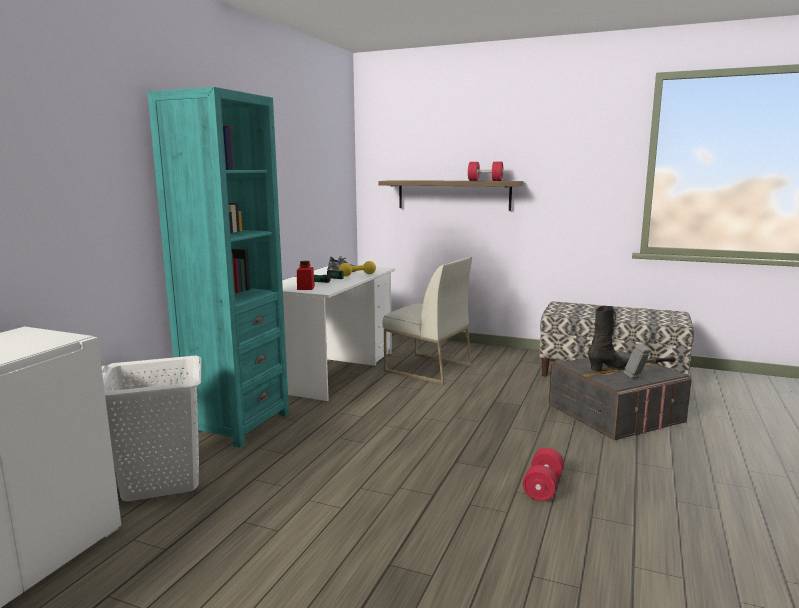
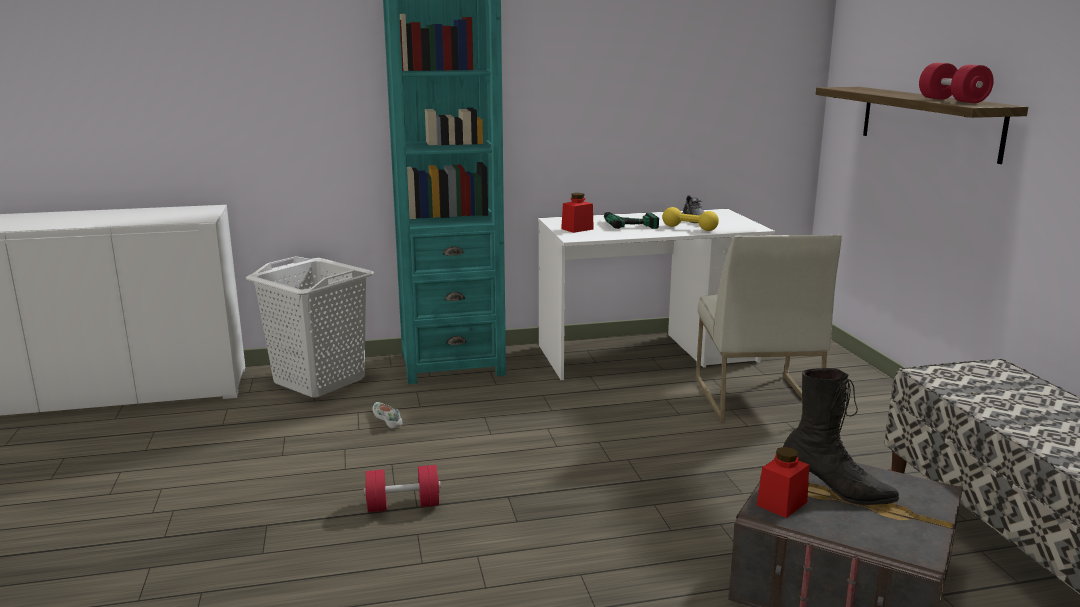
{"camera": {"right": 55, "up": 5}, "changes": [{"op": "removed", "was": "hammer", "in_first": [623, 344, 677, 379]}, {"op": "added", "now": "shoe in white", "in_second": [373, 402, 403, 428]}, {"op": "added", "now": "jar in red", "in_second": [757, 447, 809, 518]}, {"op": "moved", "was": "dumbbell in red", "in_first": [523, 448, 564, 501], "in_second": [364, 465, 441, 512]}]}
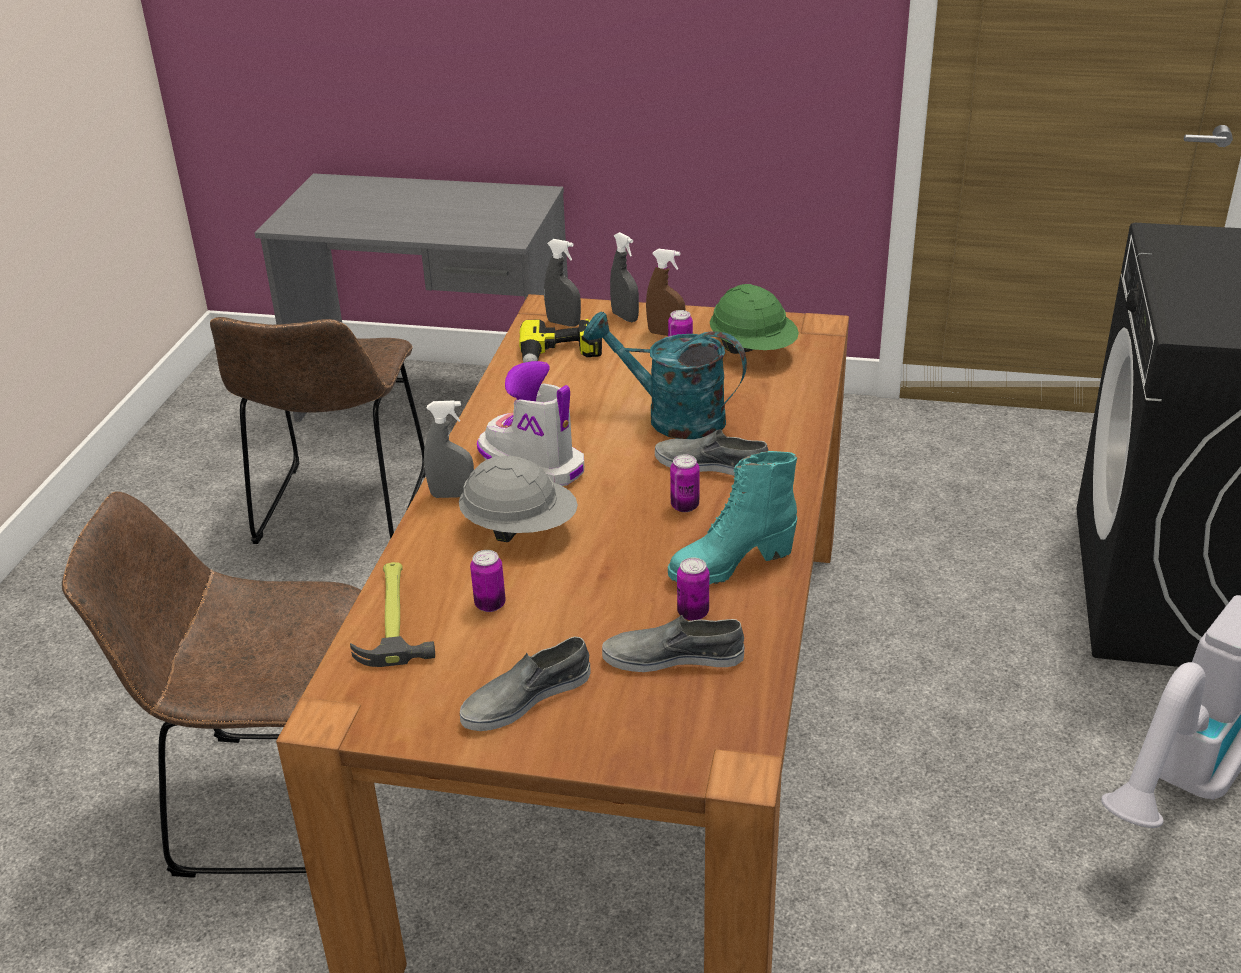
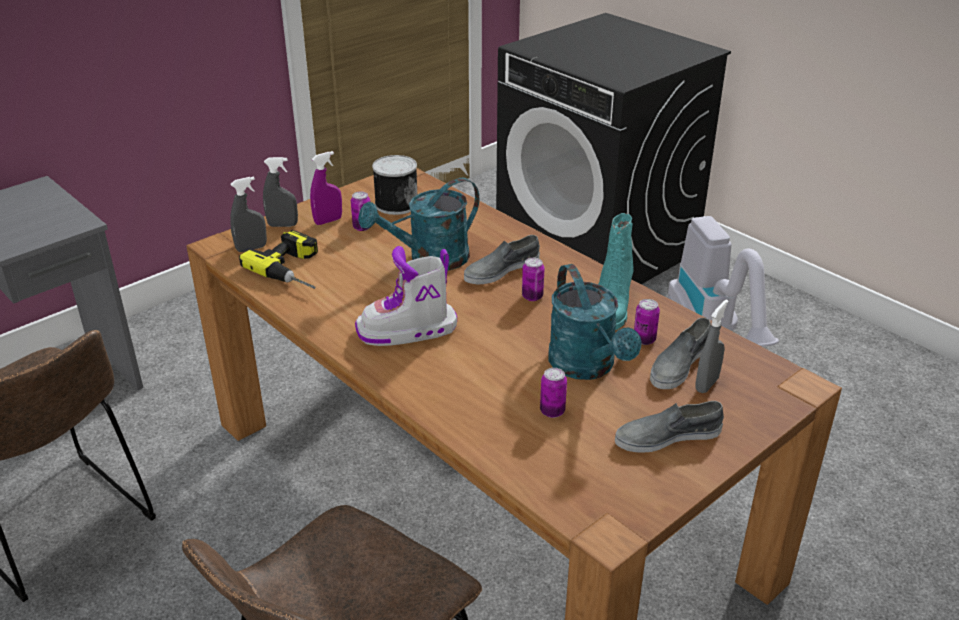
{"camera": {"right": -55, "up": 0}, "changes": [{"op": "removed", "was": "hammer", "in_first": [350, 562, 435, 667]}, {"op": "removed", "was": "hard hat in grey", "in_first": [459, 456, 578, 542]}, {"op": "added", "now": "watering can in turquoise", "in_second": [548, 264, 641, 380]}, {"op": "moved", "was": "spray bottle in grey", "in_first": [424, 400, 474, 498], "in_second": [696, 300, 729, 393]}, {"op": "replaced", "was": "hard hat in green", "now": "can", "in_first": [710, 284, 799, 354], "in_second": [372, 155, 417, 215]}, {"op": "recoloured", "was": "spray bottle in brown", "now": "spray bottle in purple", "in_first": [646, 249, 685, 336], "in_second": [310, 151, 342, 225]}, {"op": "turned", "was": "shoe in grey", "in_first": [460, 636, 591, 731], "in_second": [615, 401, 724, 453], "clockwise": 75}]}
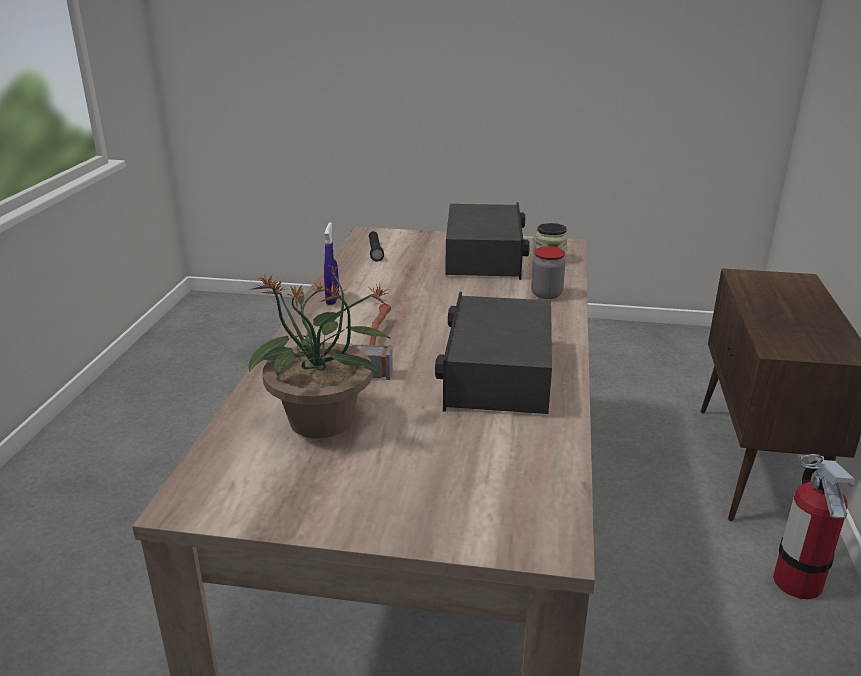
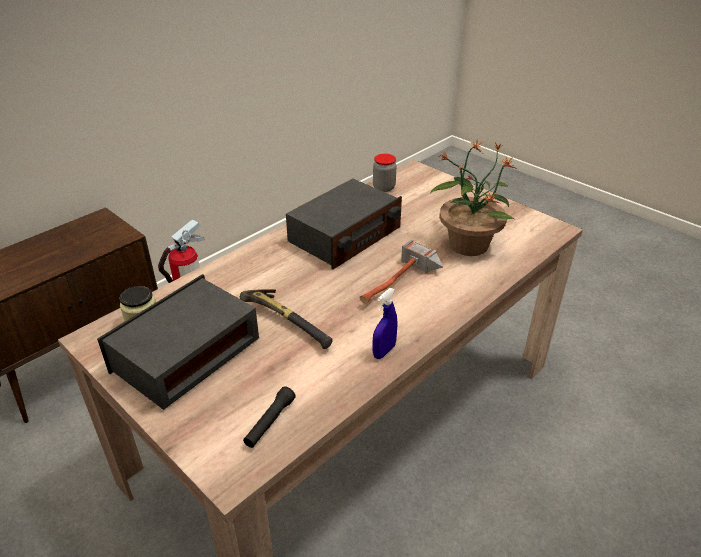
{"camera": {"right": -145, "up": 10}, "changes": [{"op": "added", "now": "hammer", "in_second": [240, 289, 333, 349]}, {"op": "moved", "was": "jar", "in_first": [531, 246, 566, 299], "in_second": [373, 154, 397, 192]}]}
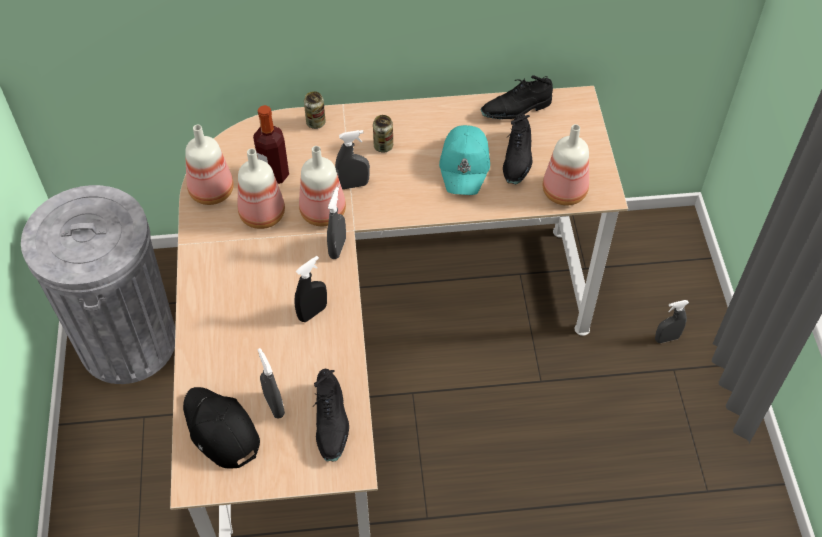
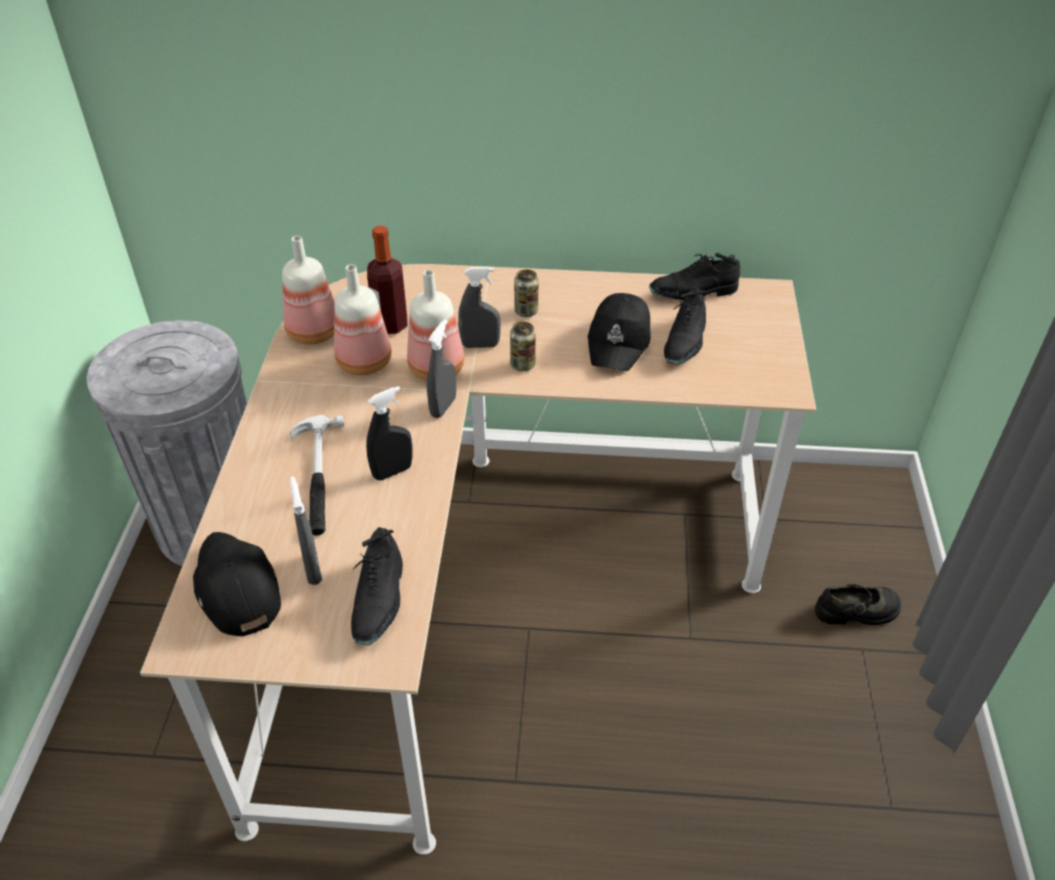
{"camera": {"right": 10, "up": -10}, "changes": [{"op": "removed", "was": "bottle", "in_first": [543, 124, 589, 205]}, {"op": "added", "now": "hammer", "in_second": [290, 415, 344, 536]}, {"op": "moved", "was": "can", "in_first": [304, 91, 326, 129], "in_second": [510, 322, 536, 371]}, {"op": "replaced", "was": "spray bottle in grey", "now": "shoe in black", "in_first": [655, 300, 689, 343], "in_second": [815, 584, 901, 625]}, {"op": "recoloured", "was": "cap in turquoise", "now": "cap in black", "in_first": [439, 125, 490, 195], "in_second": [587, 293, 651, 371]}]}
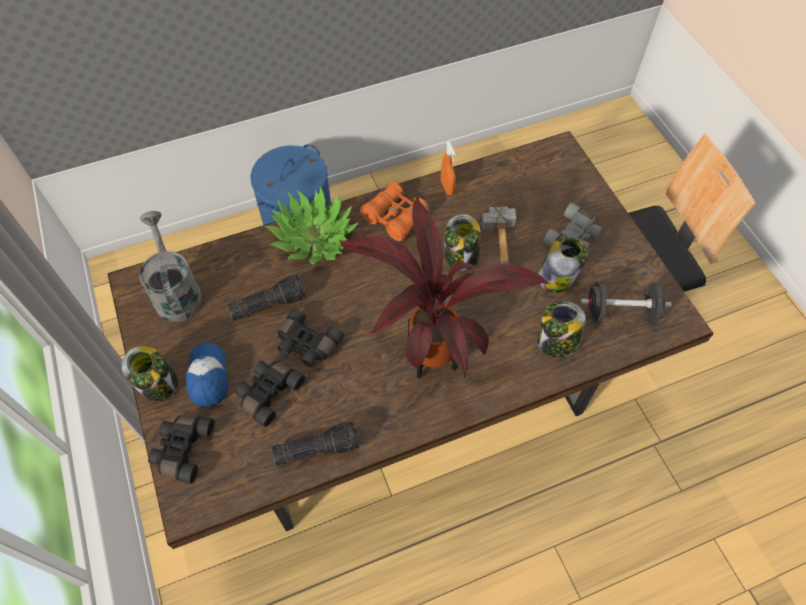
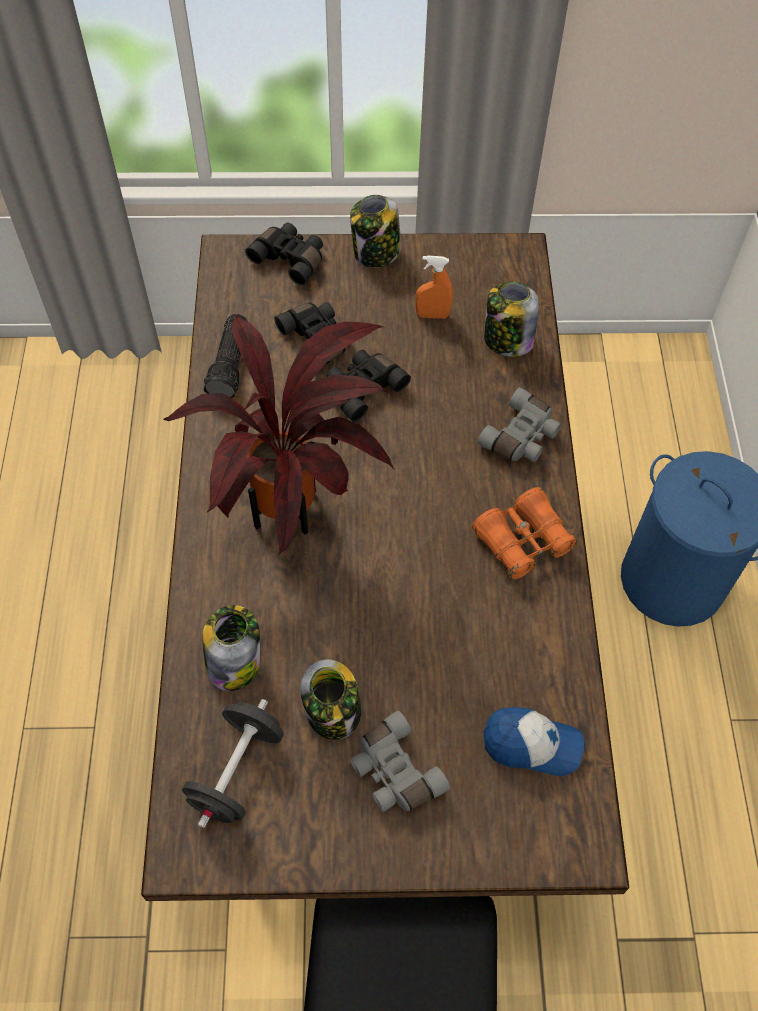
{"camera": {"right": 110, "up": 0}, "changes": [{"op": "removed", "was": "watering can in grey", "in_first": [139, 211, 202, 322]}, {"op": "removed", "was": "flashlight", "in_first": [228, 275, 306, 320]}, {"op": "removed", "was": "hammer", "in_first": [482, 206, 516, 265]}, {"op": "moved", "was": "cap", "in_first": [186, 343, 228, 407], "in_second": [484, 707, 584, 776]}, {"op": "moved", "was": "spray bottle in orange", "in_first": [441, 142, 456, 195], "in_second": [415, 256, 453, 319]}, {"op": "moved", "was": "jar", "in_first": [445, 214, 480, 271], "in_second": [484, 282, 539, 357]}, {"op": "replaced", "was": "potted plant", "now": "binoculars in grey", "in_first": [265, 187, 358, 265], "in_second": [478, 387, 561, 462]}]}
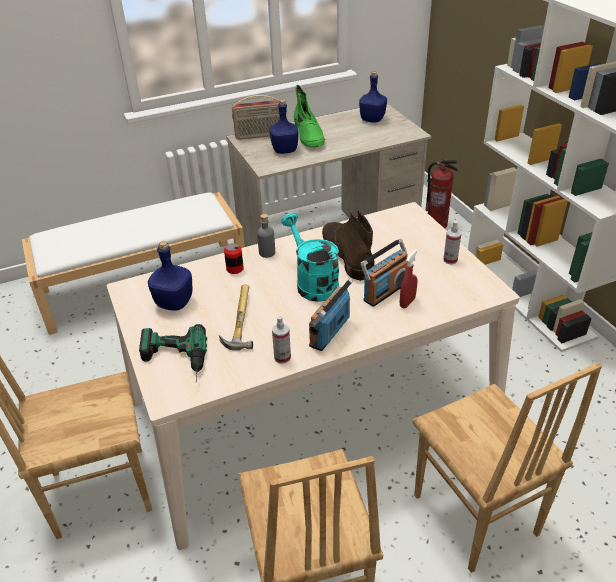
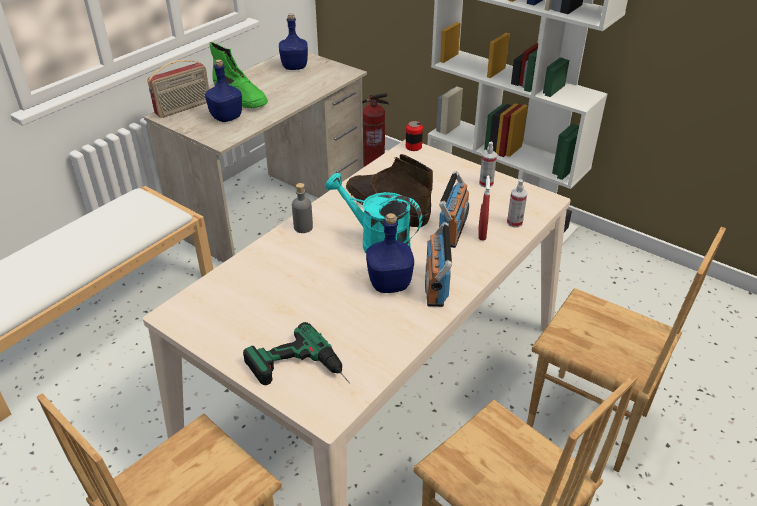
{"camera": {"right": -30, "up": 0}, "changes": [{"op": "removed", "was": "hammer", "in_first": [219, 284, 253, 351]}, {"op": "moved", "was": "bottle in blue", "in_first": [148, 241, 192, 310], "in_second": [366, 213, 414, 293]}, {"op": "moved", "was": "can", "in_first": [224, 243, 244, 274], "in_second": [406, 121, 423, 151]}, {"op": "moved", "was": "spray bottle", "in_first": [272, 316, 291, 364], "in_second": [507, 179, 528, 227]}]}
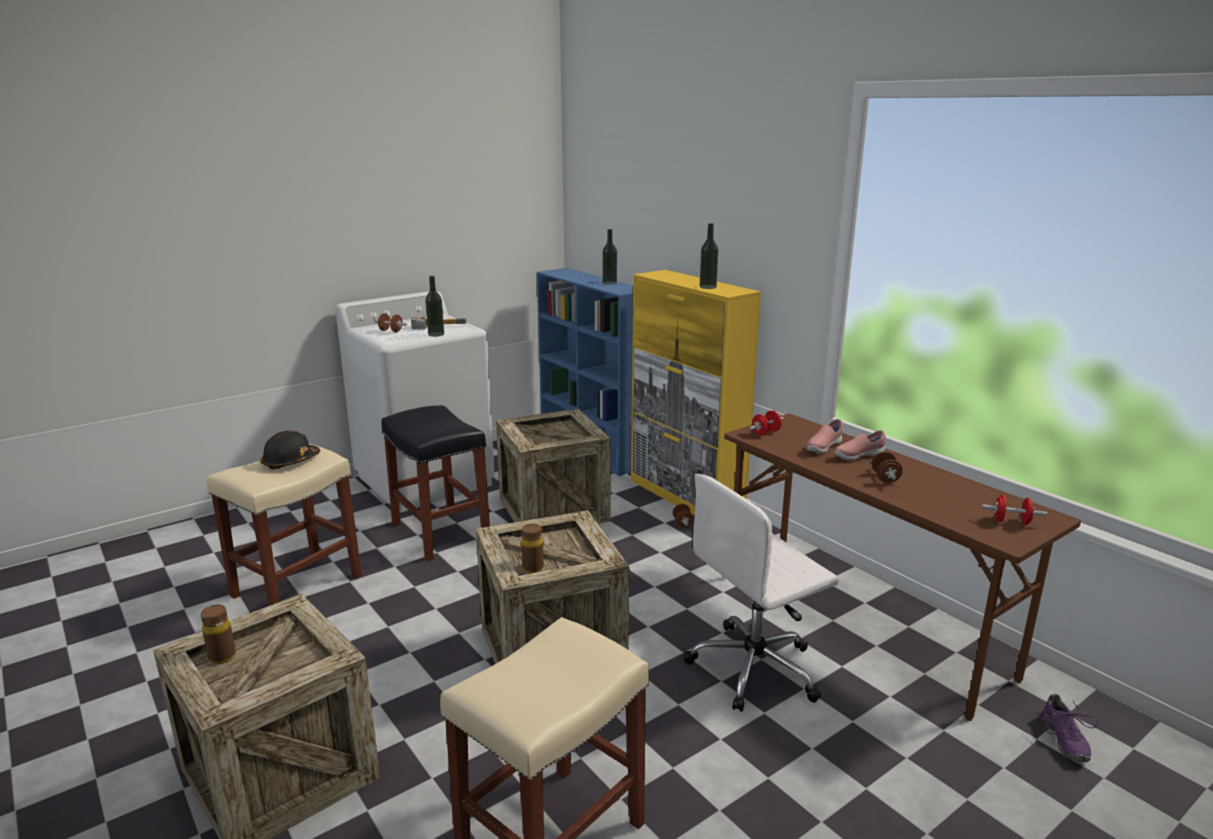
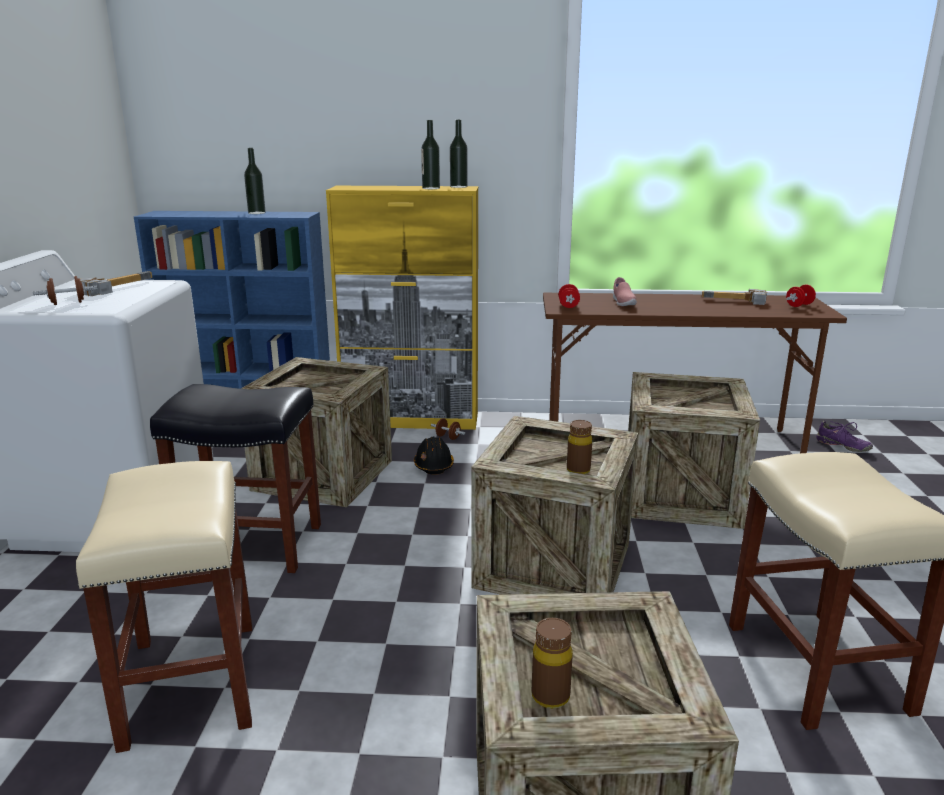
{"camera": {"right": -50, "up": 0}, "changes": [{"op": "removed", "was": "shoe in pink", "in_first": [834, 430, 886, 461]}, {"op": "removed", "was": "dumbbell in brown", "in_first": [872, 451, 903, 483]}, {"op": "added", "now": "hammer", "in_second": [702, 289, 767, 305]}, {"op": "moved", "was": "hard hat in black", "in_first": [260, 430, 320, 470], "in_second": [414, 437, 454, 475]}, {"op": "moved", "was": "bottle", "in_first": [425, 276, 444, 337], "in_second": [450, 120, 467, 188]}, {"op": "replaced", "was": "office chair in white", "now": "crate", "in_first": [683, 474, 839, 712], "in_second": [628, 372, 760, 529]}]}
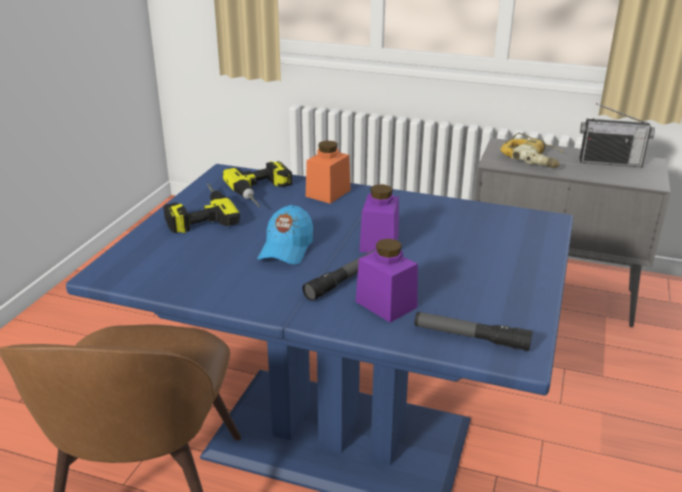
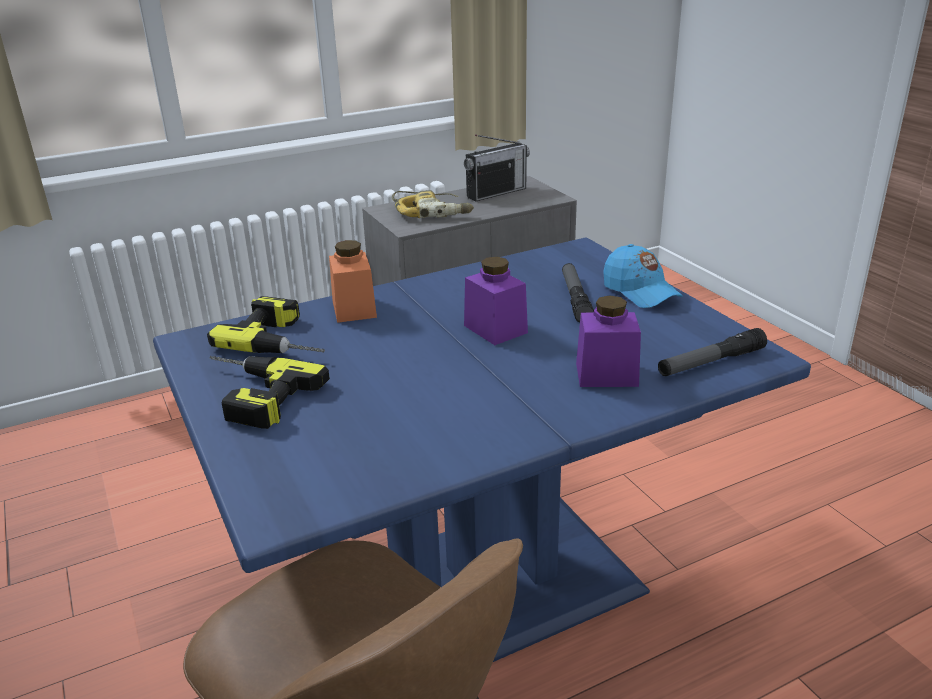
{"camera": {"right": -45, "up": 0}, "changes": [{"op": "moved", "was": "cap in blue", "in_first": [257, 205, 313, 265], "in_second": [603, 244, 683, 308]}, {"op": "moved", "was": "flashlight", "in_first": [302, 249, 376, 301], "in_second": [562, 263, 594, 323]}]}
